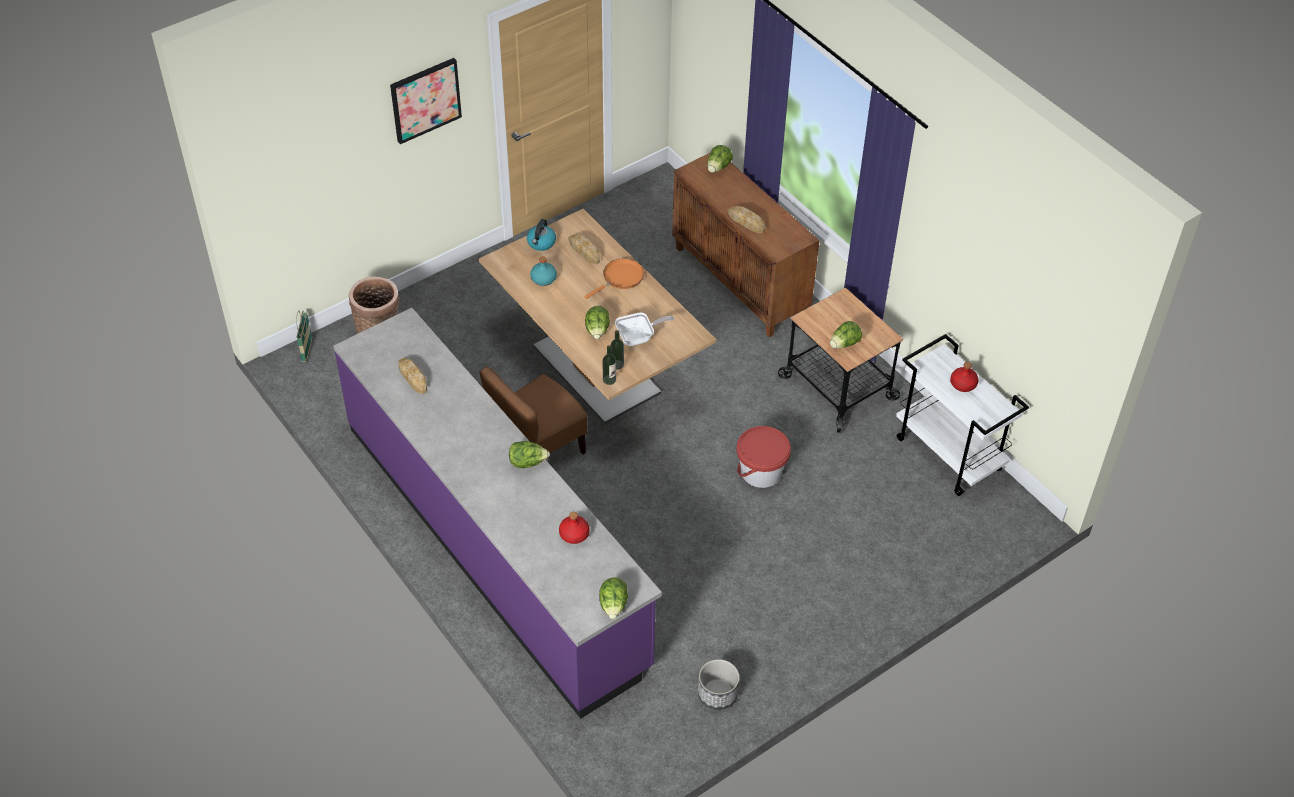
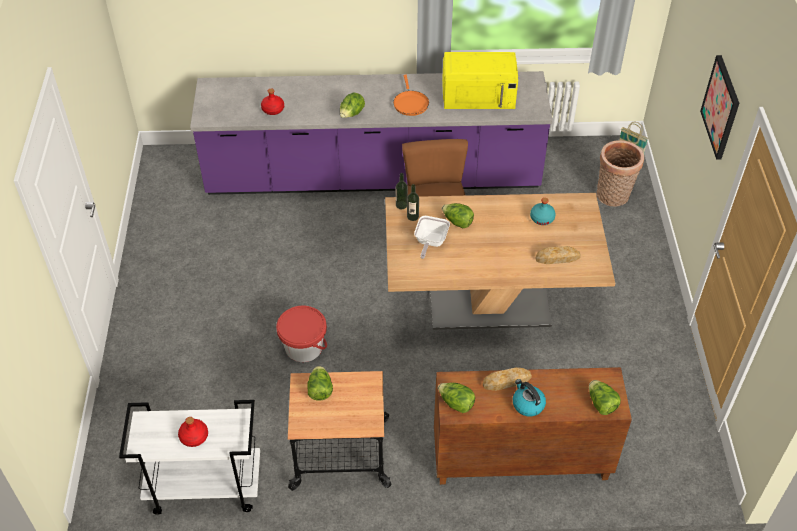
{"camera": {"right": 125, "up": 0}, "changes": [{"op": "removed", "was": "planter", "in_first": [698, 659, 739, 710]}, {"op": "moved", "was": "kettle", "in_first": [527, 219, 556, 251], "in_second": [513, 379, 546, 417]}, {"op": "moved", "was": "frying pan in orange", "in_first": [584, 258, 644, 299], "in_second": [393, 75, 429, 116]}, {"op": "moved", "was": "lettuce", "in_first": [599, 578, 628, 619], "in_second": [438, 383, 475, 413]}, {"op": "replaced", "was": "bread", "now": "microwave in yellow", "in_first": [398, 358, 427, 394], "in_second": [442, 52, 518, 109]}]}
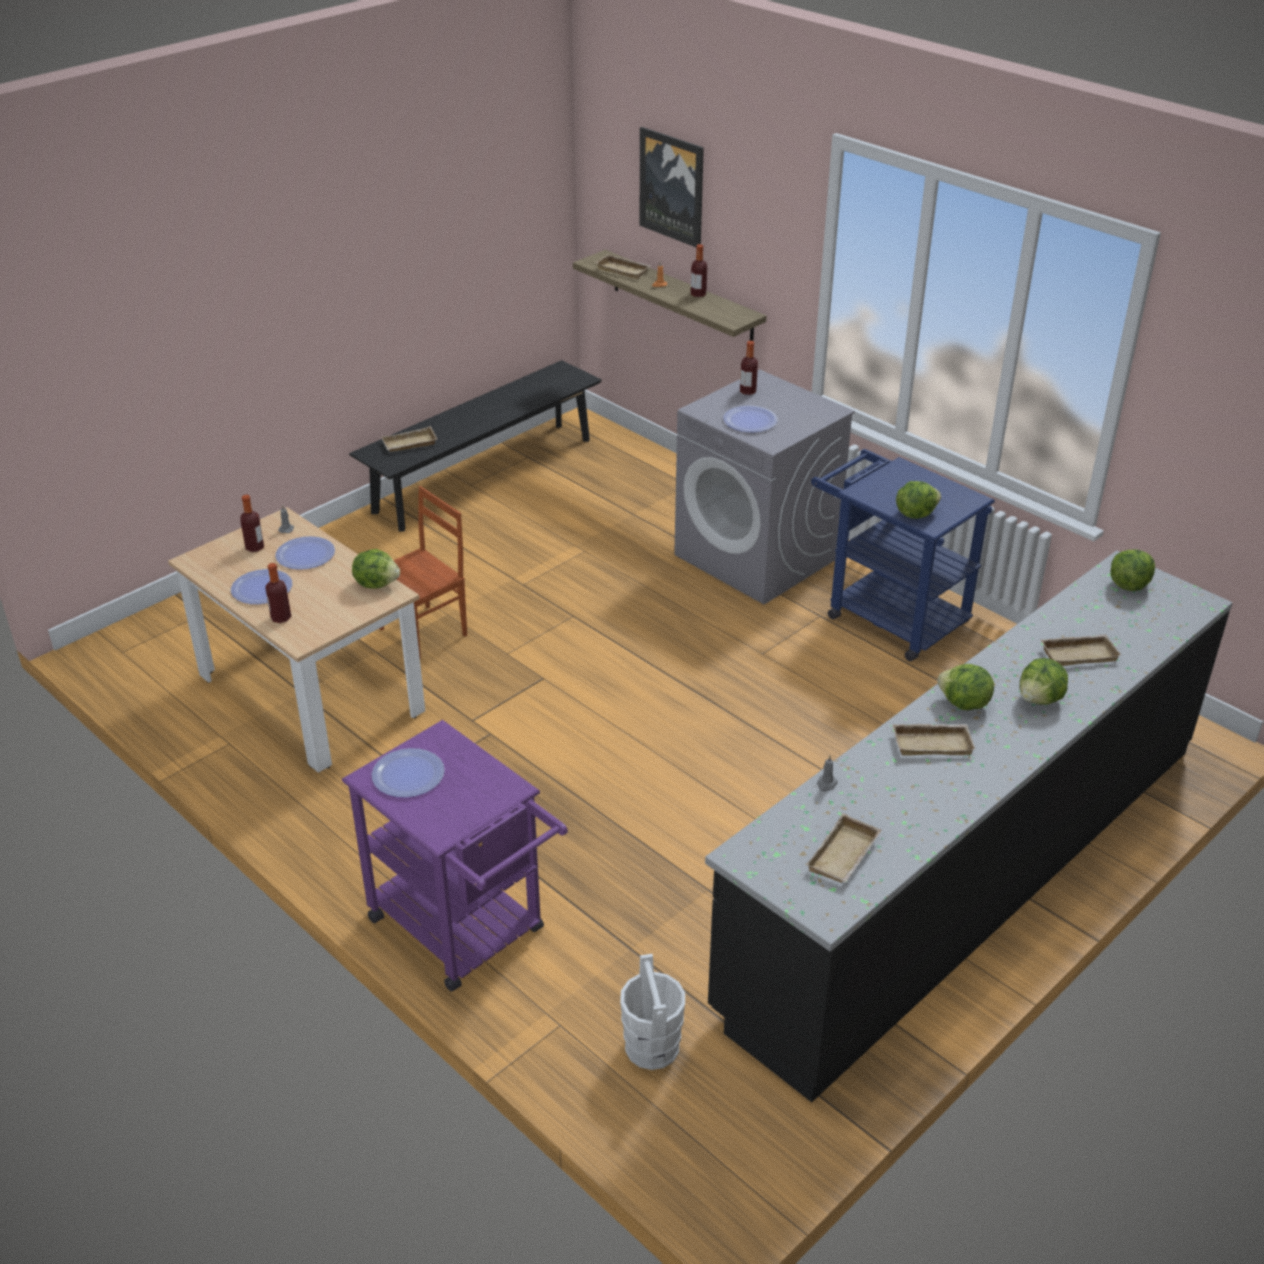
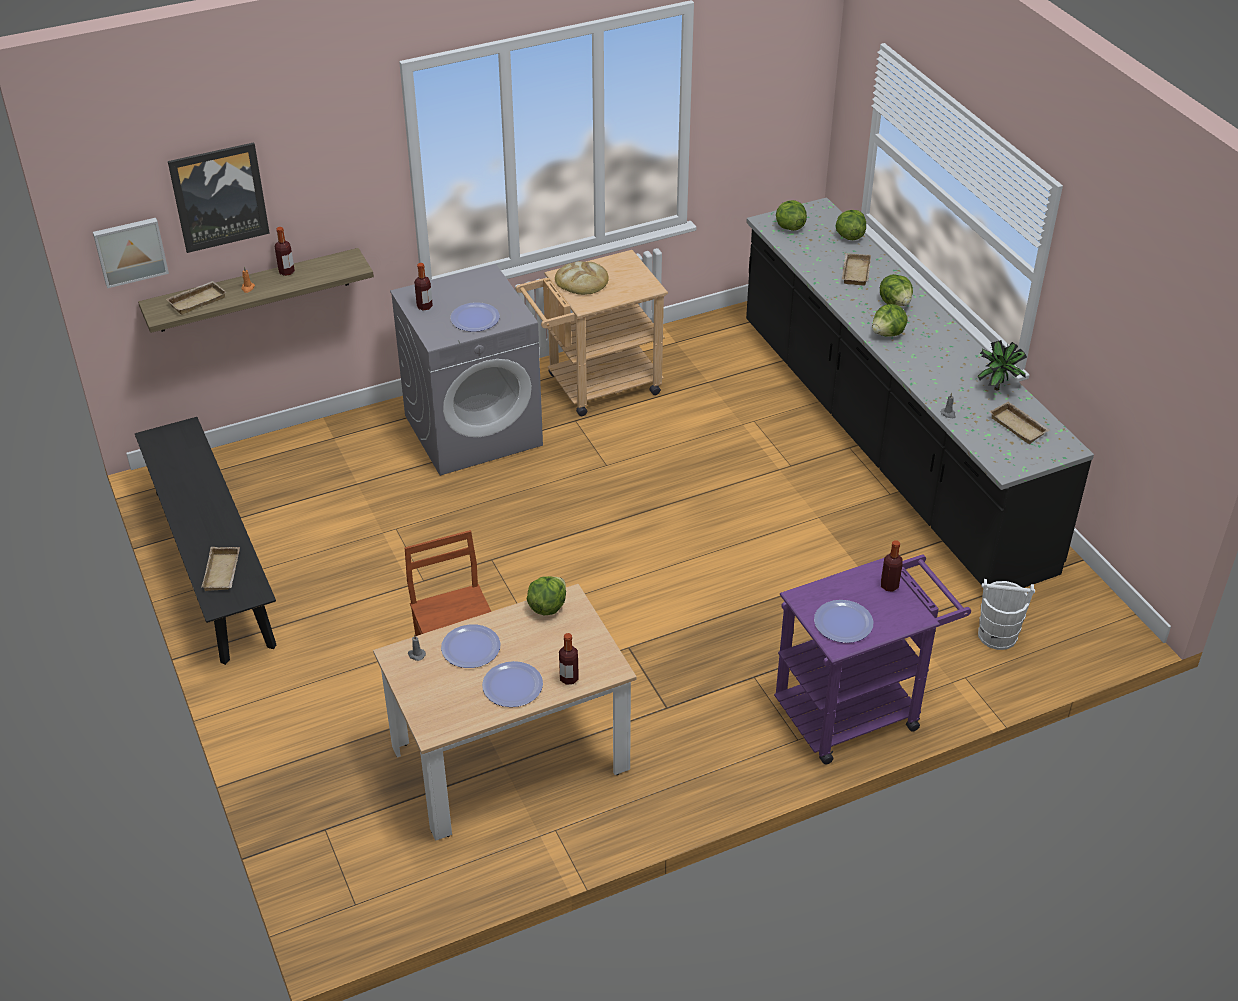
{"camera": {"right": -70, "up": 5}, "changes": [{"op": "removed", "was": "tray in beige", "in_first": [892, 724, 976, 755]}, {"op": "added", "now": "picture", "in_second": [93, 218, 169, 288]}, {"op": "added", "now": "bread", "in_second": [555, 261, 609, 295]}, {"op": "added", "now": "potted plant", "in_second": [978, 340, 1027, 390]}, {"op": "moved", "was": "bottle", "in_first": [240, 495, 264, 552], "in_second": [881, 540, 903, 592]}, {"op": "moved", "was": "lettuce", "in_first": [896, 481, 941, 519], "in_second": [835, 210, 866, 240]}, {"op": "recoloured", "was": "cart in blue", "now": "cart in beige", "in_first": [811, 449, 995, 661], "in_second": [516, 250, 668, 416]}]}
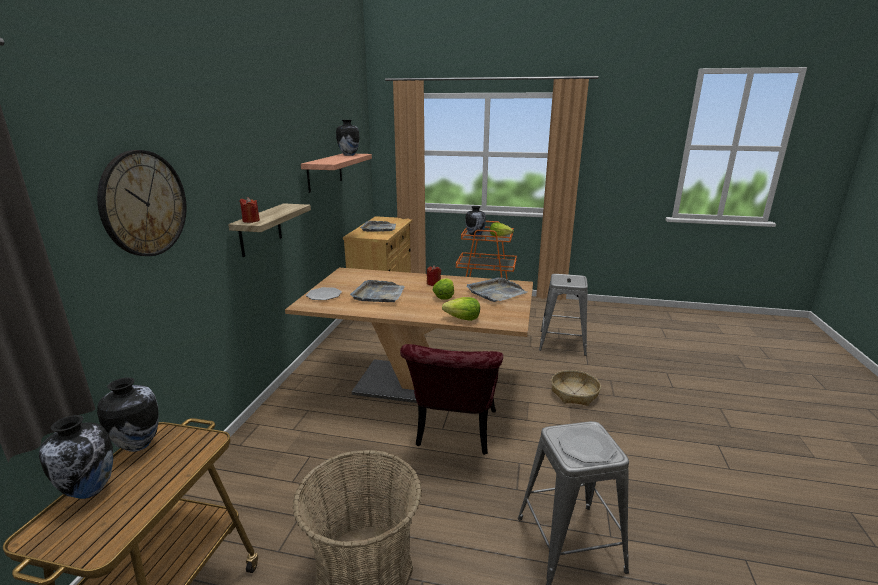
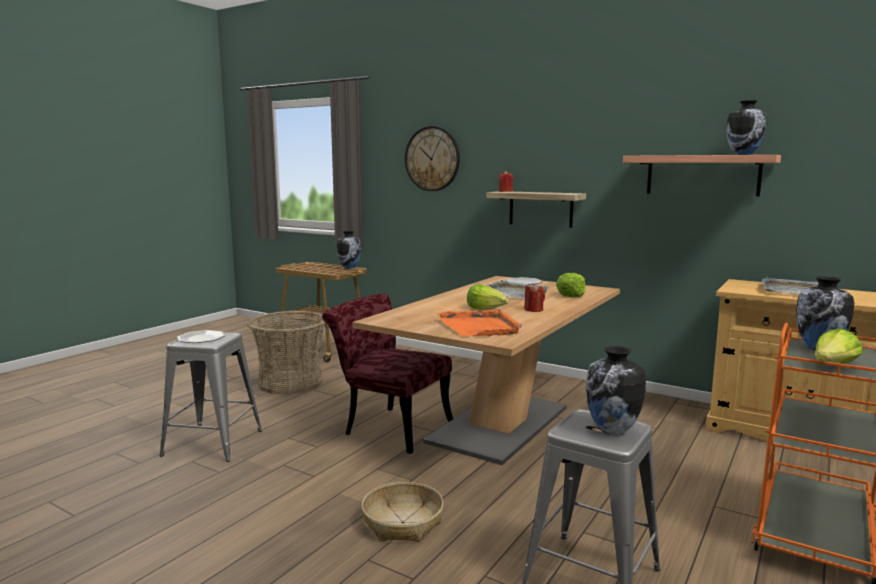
{"camera": {"right": 110, "up": -10}, "changes": [{"op": "moved", "was": "vase", "in_first": [39, 415, 113, 499], "in_second": [586, 346, 646, 435]}, {"op": "moved", "was": "lettuce", "in_first": [442, 297, 480, 321], "in_second": [556, 273, 586, 297]}, {"op": "recoloured", "was": "tray in grey", "now": "tray in orange", "in_first": [467, 278, 527, 302], "in_second": [437, 309, 522, 336]}]}
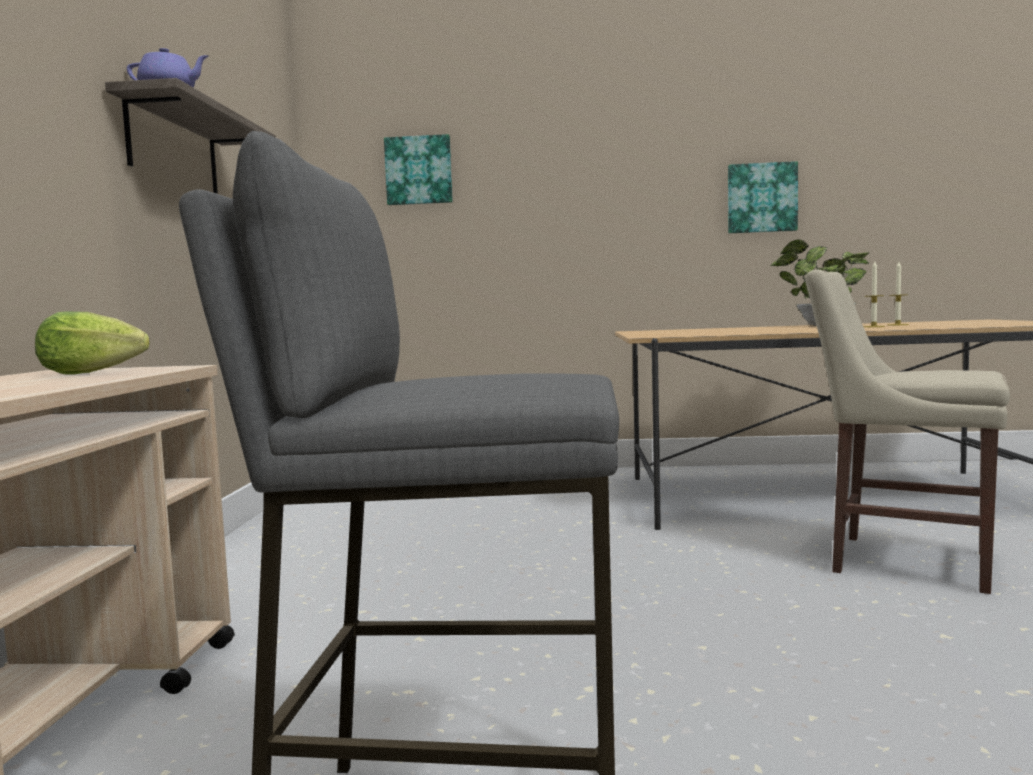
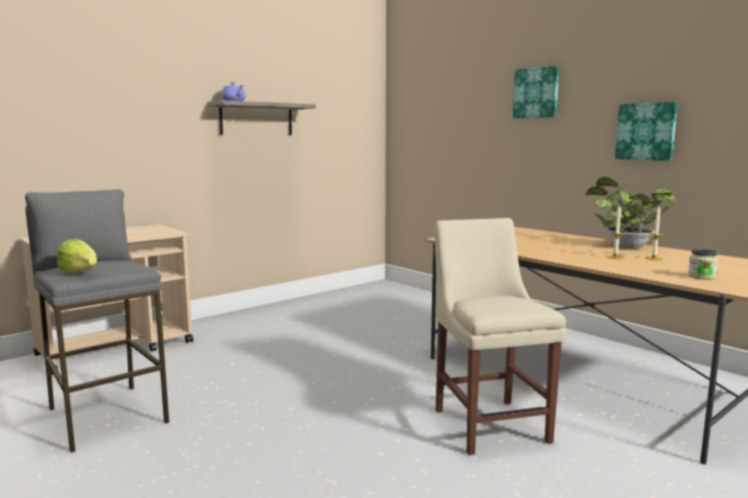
{"camera": {"right": 45, "up": 5}, "changes": [{"op": "added", "now": "jar", "in_second": [688, 249, 718, 280]}, {"op": "moved", "was": "lettuce", "in_first": [35, 311, 150, 374], "in_second": [57, 239, 97, 273]}, {"op": "moved", "was": "picture", "in_first": [384, 134, 453, 205], "in_second": [513, 66, 559, 118]}]}
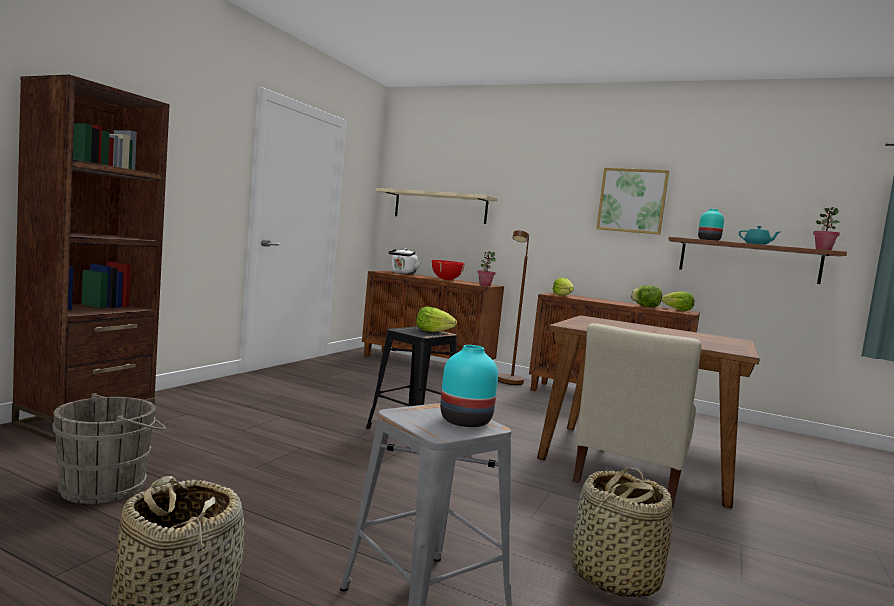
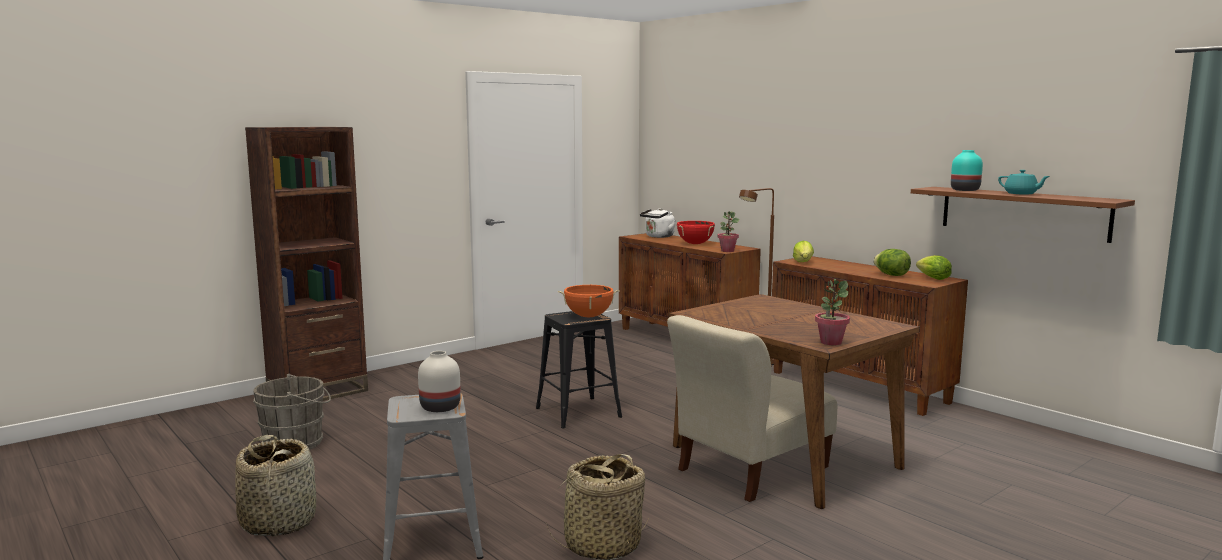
{"camera": {"right": 25, "up": 5}, "changes": [{"op": "removed", "was": "shelf in beige", "in_first": [375, 188, 498, 224]}, {"op": "removed", "was": "picture", "in_first": [596, 168, 669, 235]}, {"op": "moved", "was": "potted plant", "in_first": [813, 207, 840, 250], "in_second": [815, 279, 850, 345]}, {"op": "replaced", "was": "lettuce", "now": "cooking pot in orange", "in_first": [416, 307, 457, 332], "in_second": [558, 285, 620, 317]}, {"op": "recoloured", "was": "vase in turquoise", "now": "vase in white", "in_first": [440, 345, 498, 427], "in_second": [418, 351, 461, 412]}]}
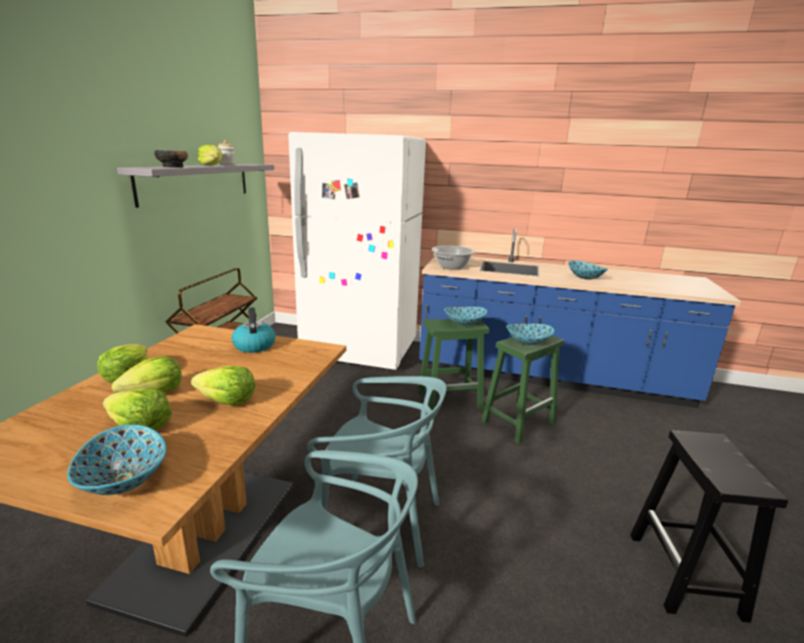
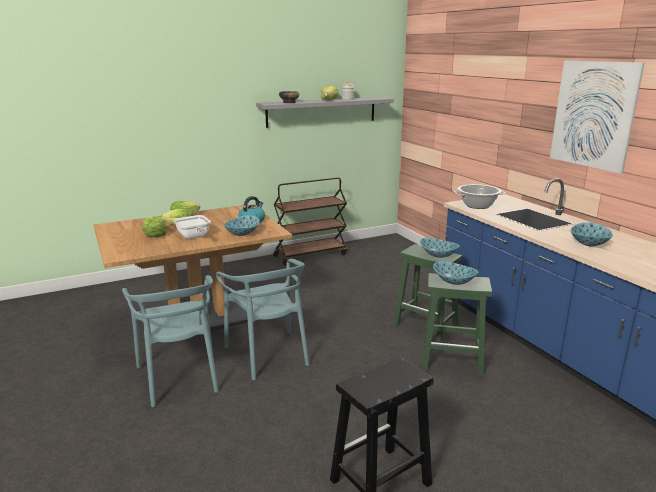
{"camera": {"right": 50, "up": 0}, "changes": [{"op": "removed", "was": "fridge in white", "in_first": [288, 132, 426, 370]}, {"op": "added", "now": "picture", "in_second": [550, 60, 645, 174]}, {"op": "moved", "was": "bowl", "in_first": [67, 424, 166, 495], "in_second": [224, 215, 260, 236]}, {"op": "replaced", "was": "lettuce", "now": "frying pan", "in_first": [191, 366, 256, 406], "in_second": [173, 215, 211, 239]}]}
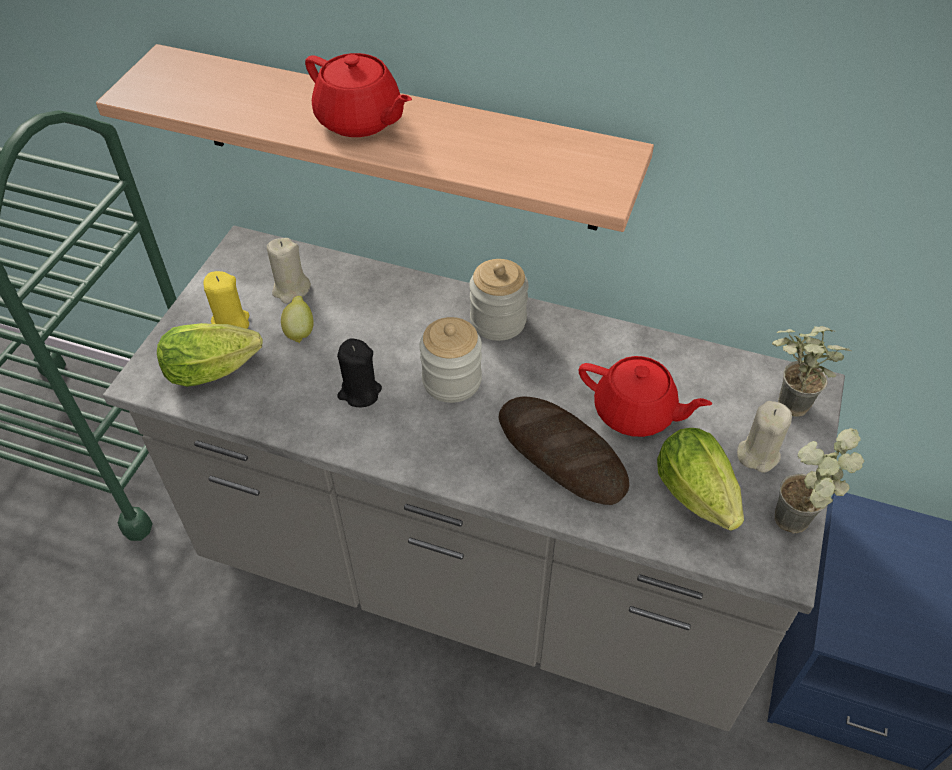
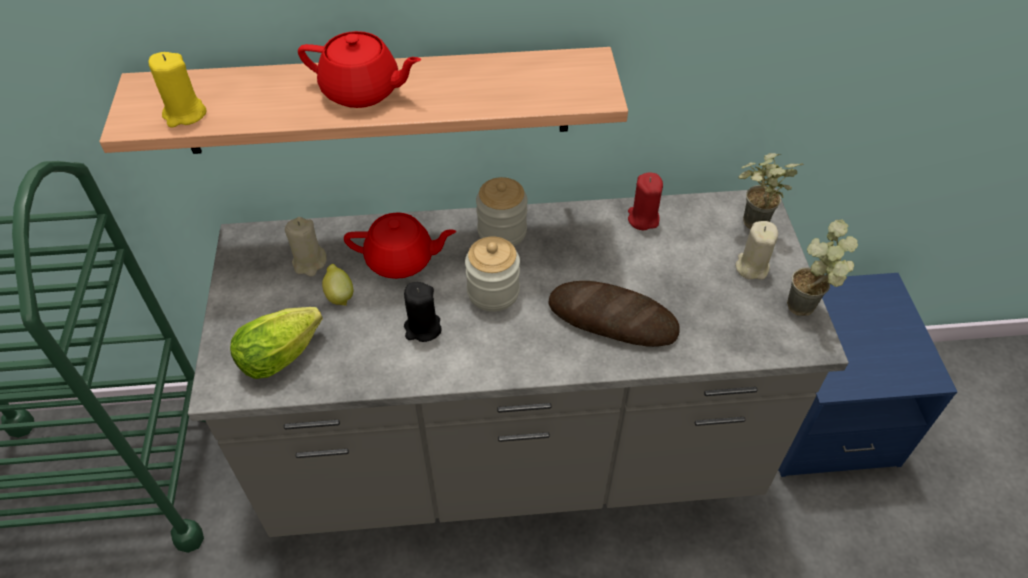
{"camera": {"right": -25, "up": 0}, "changes": [{"op": "removed", "was": "lettuce", "in_first": [657, 428, 744, 531]}, {"op": "added", "now": "candle in red", "in_second": [628, 172, 663, 231]}, {"op": "moved", "was": "candle in yellow", "in_first": [203, 271, 249, 329], "in_second": [148, 52, 207, 128]}, {"op": "moved", "was": "teapot in red", "in_first": [579, 356, 712, 437], "in_second": [344, 212, 456, 279]}]}
